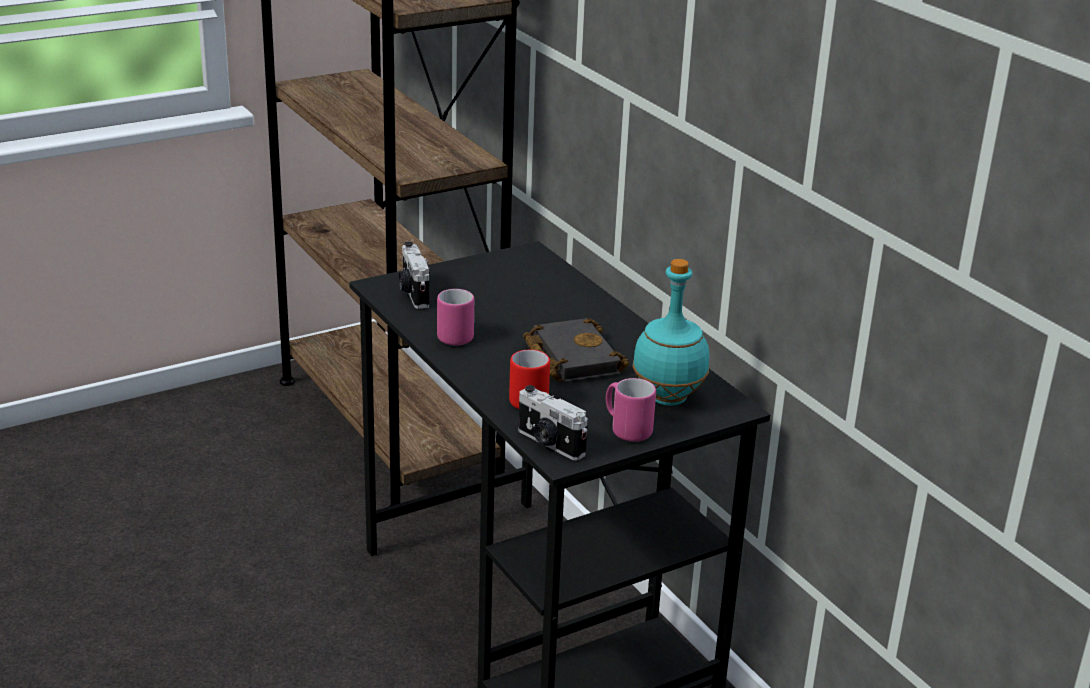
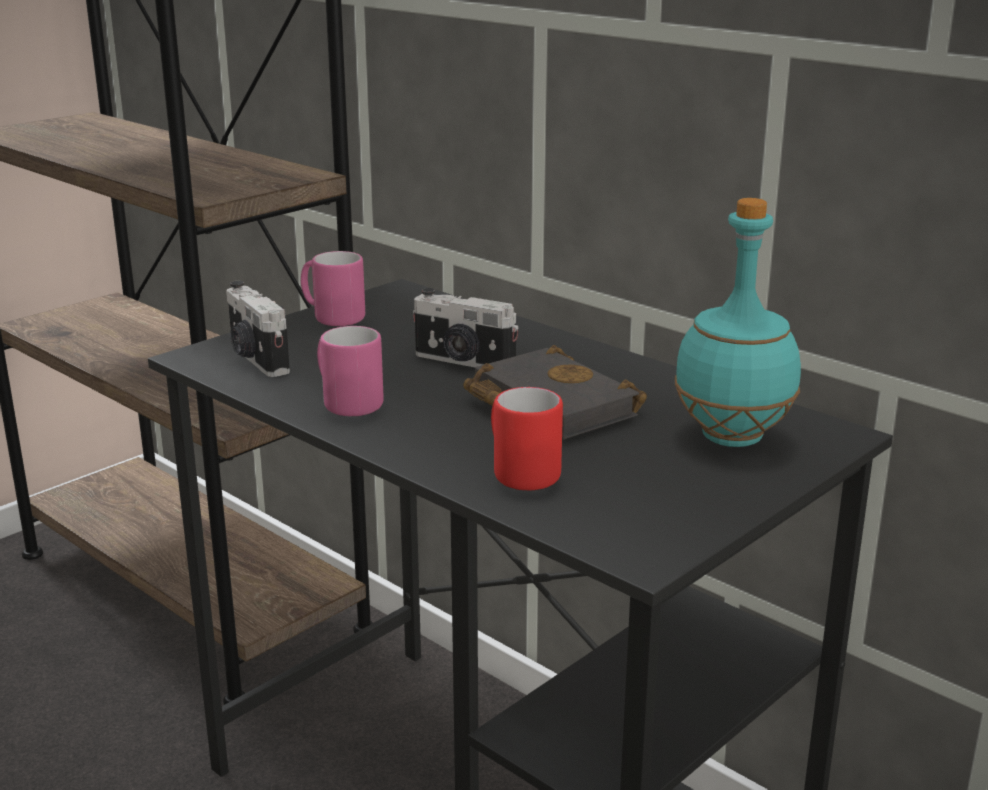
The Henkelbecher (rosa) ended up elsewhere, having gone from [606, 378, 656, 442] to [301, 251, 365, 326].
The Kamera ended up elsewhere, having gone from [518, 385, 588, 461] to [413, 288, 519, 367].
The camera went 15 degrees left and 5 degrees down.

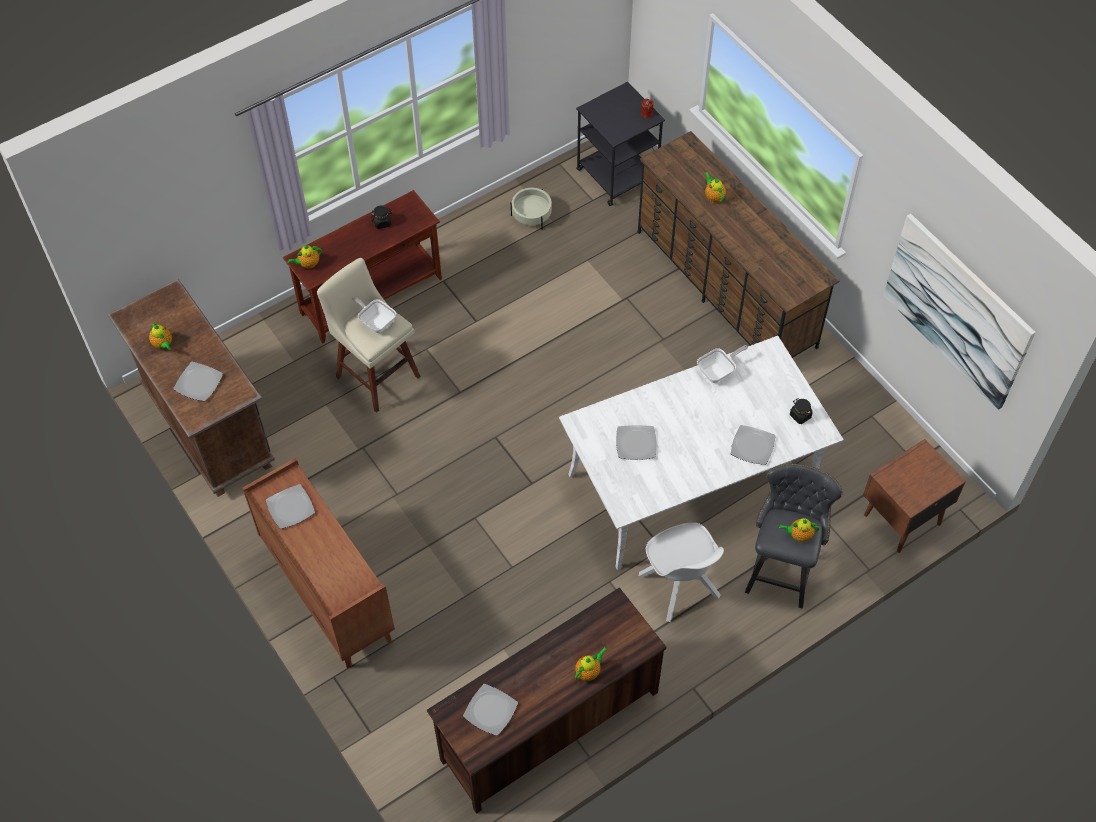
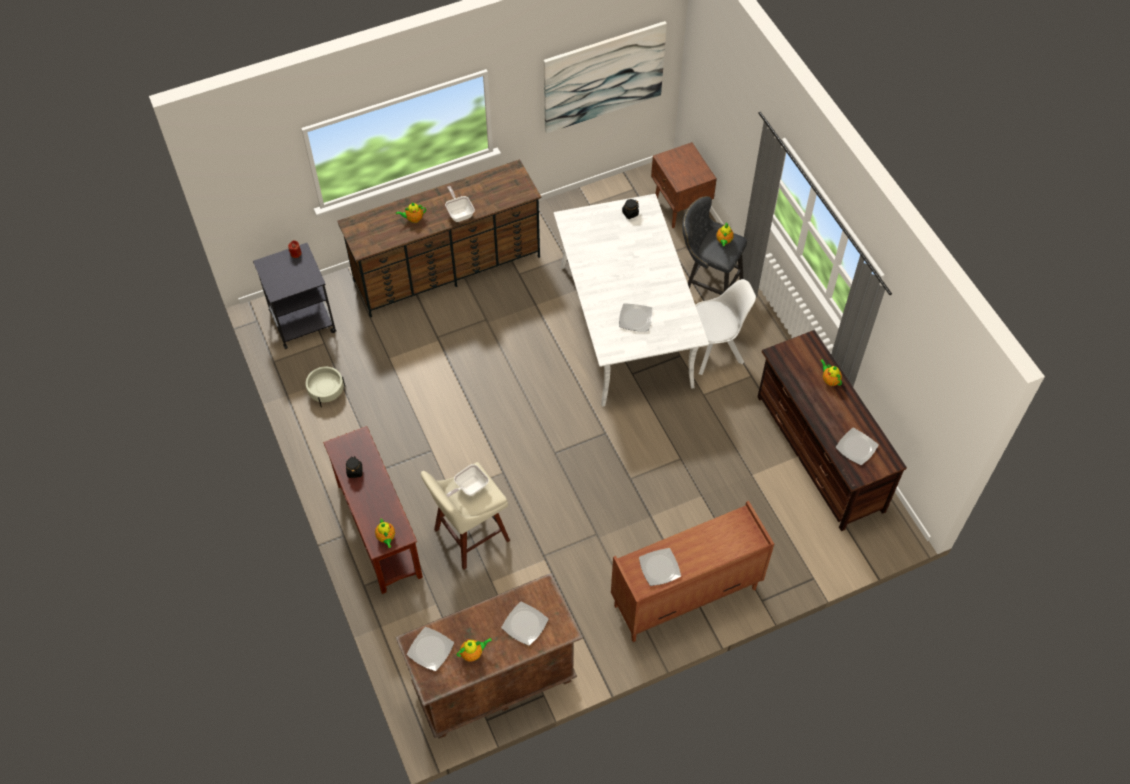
The Pfanne ended up elsewhere, having gone from [697, 345, 748, 383] to [445, 186, 475, 222].
The Teller ended up elsewhere, having gone from [731, 425, 776, 465] to [407, 627, 454, 671].
The camera went 80 degrees left and 0 degrees up.

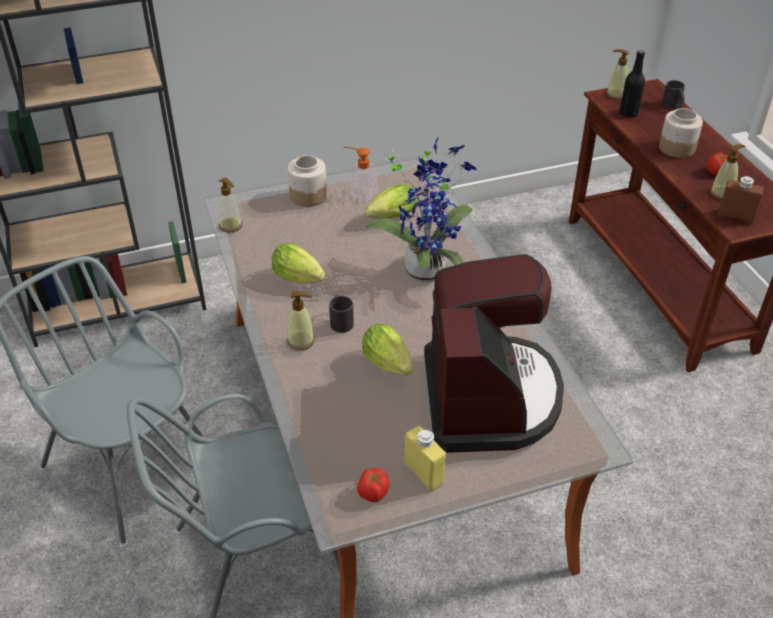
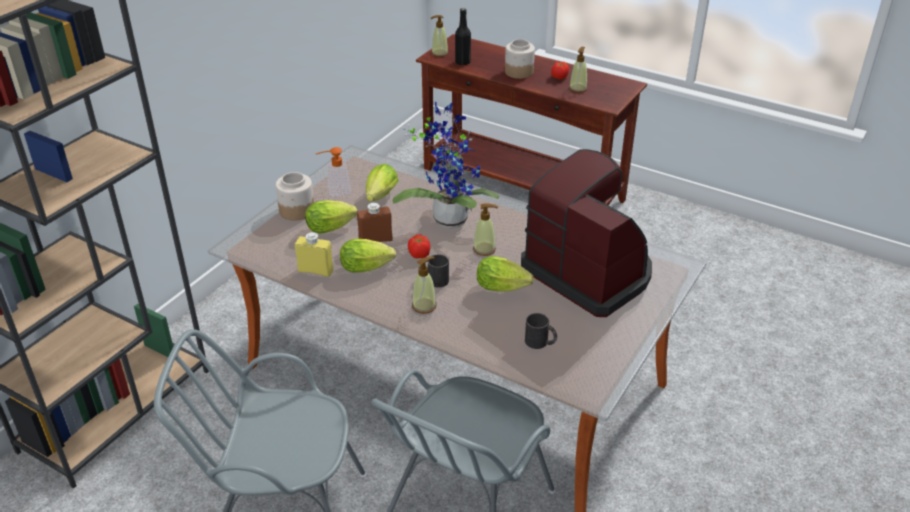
The Henkelbecher (schwarz) ended up elsewhere, having gone from [662, 80, 685, 109] to [525, 313, 557, 349].
The Flasche (braun) ended up elsewhere, having gone from [718, 176, 764, 224] to [357, 202, 393, 242].
The Seifenspender ended up elsewhere, having gone from [218, 178, 243, 232] to [473, 203, 498, 256].
The Flasche (gelb) ended up elsewhere, having gone from [404, 426, 446, 491] to [295, 232, 333, 277].
The Tomate ended up elsewhere, having gone from [357, 468, 389, 502] to [408, 234, 431, 258].
The second view gained the Salatkopf at [305, 200, 358, 233].
The camera went 40 degrees left and 5 degrees down.

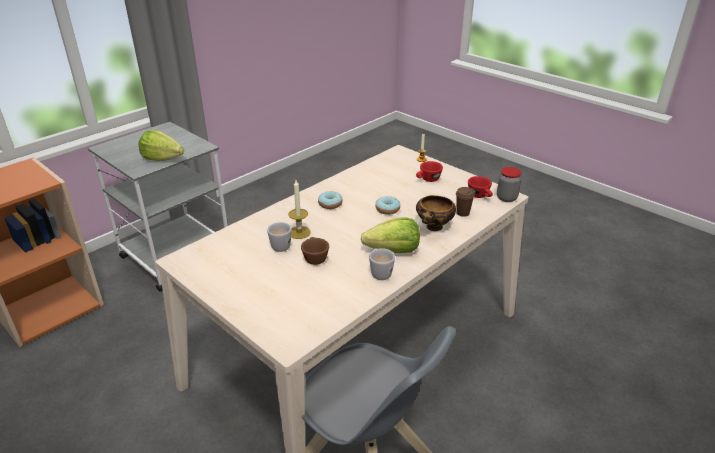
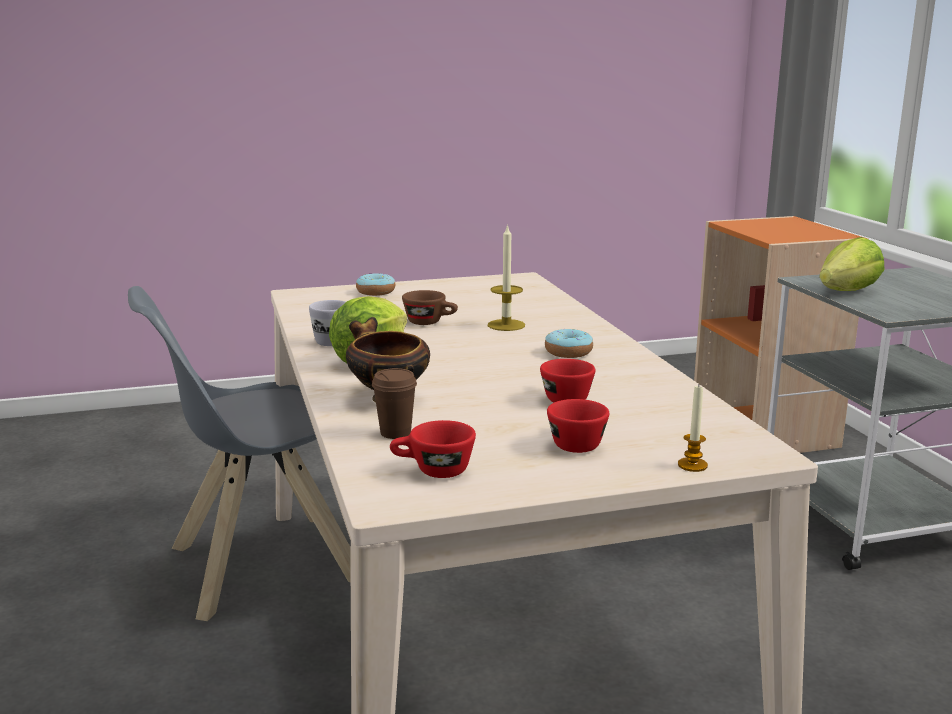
The second view lost the Vorratsglas at [497, 167, 522, 202].
The Donut ended up elsewhere, having gone from [375, 196, 400, 215] to [356, 273, 395, 296].
The second view lost the Henkelbecher (weiß) at [267, 222, 292, 252].
The second view gained the Tasse (rot) at [540, 359, 596, 402].
The camera went 120 degrees right and 15 degrees down.

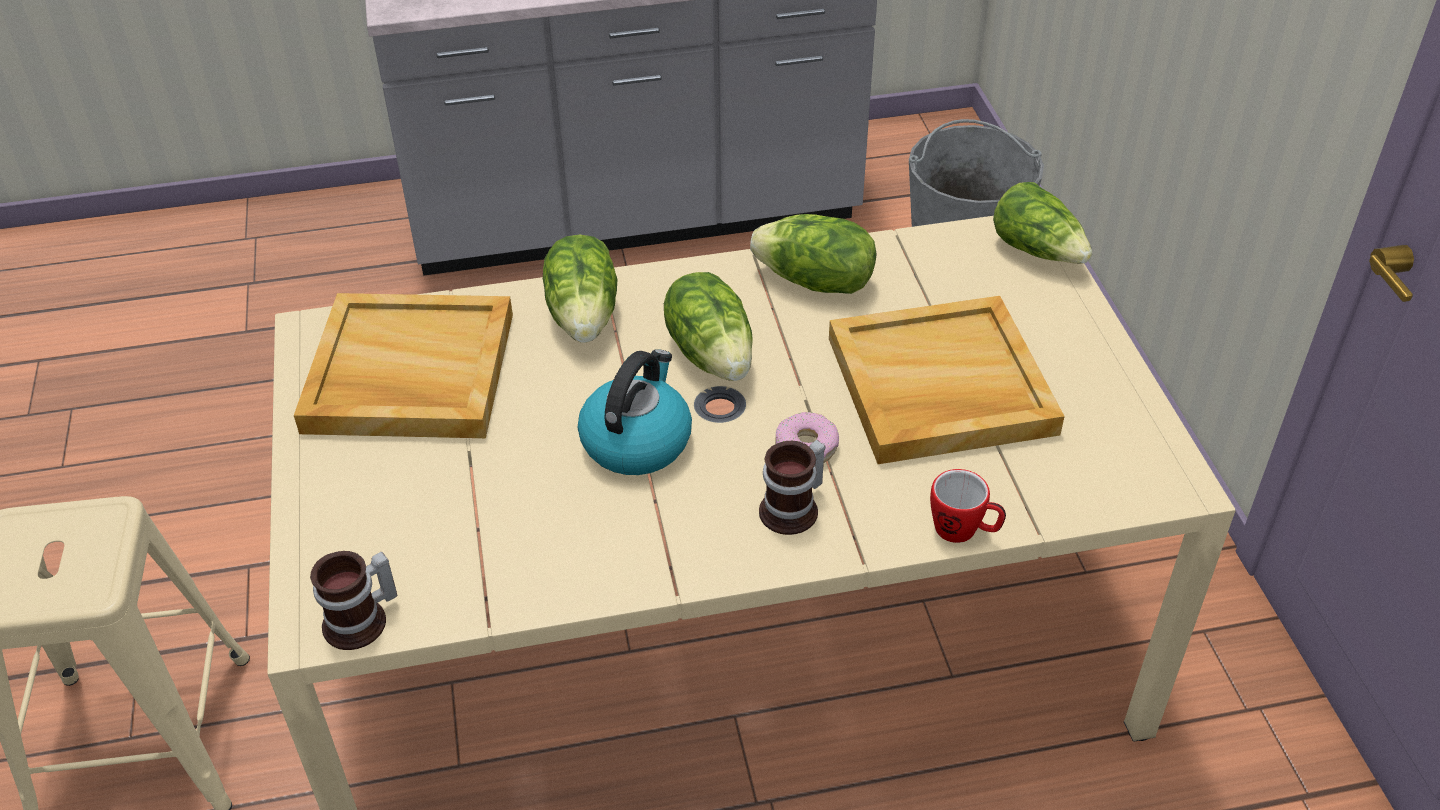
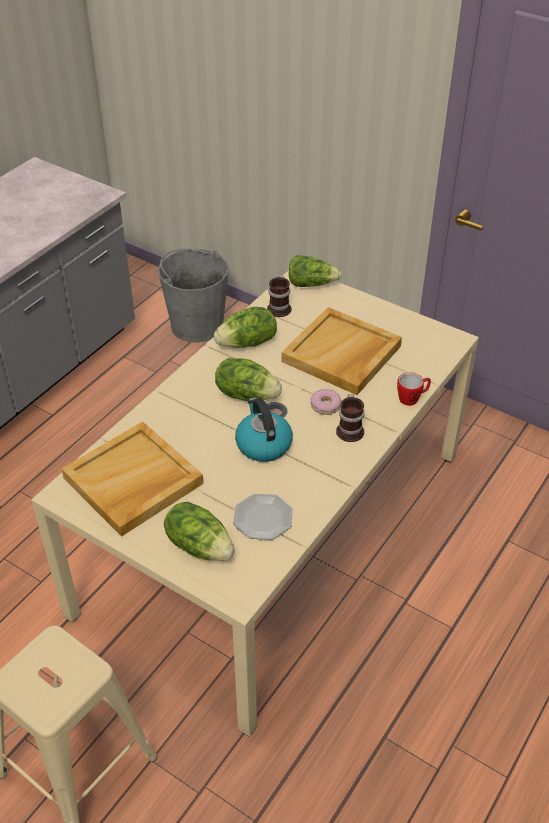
The Salatkopf ended up elsewhere, having gone from [543, 235, 618, 343] to [164, 502, 235, 561].
The Henkelbecher ended up elsewhere, having gone from [310, 551, 397, 650] to [267, 276, 291, 317].
The second view gained the Teller at [233, 494, 293, 540].
The camera went 45 degrees left and 0 degrees up.

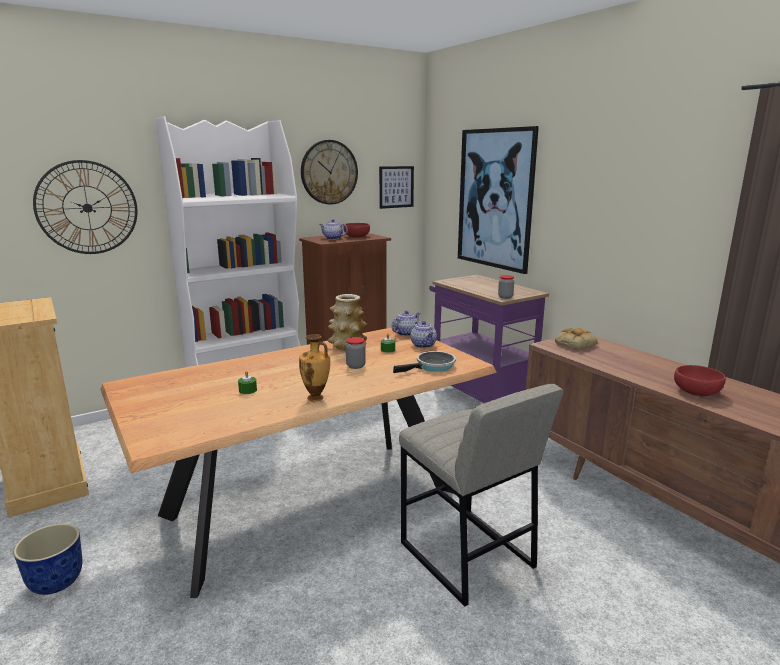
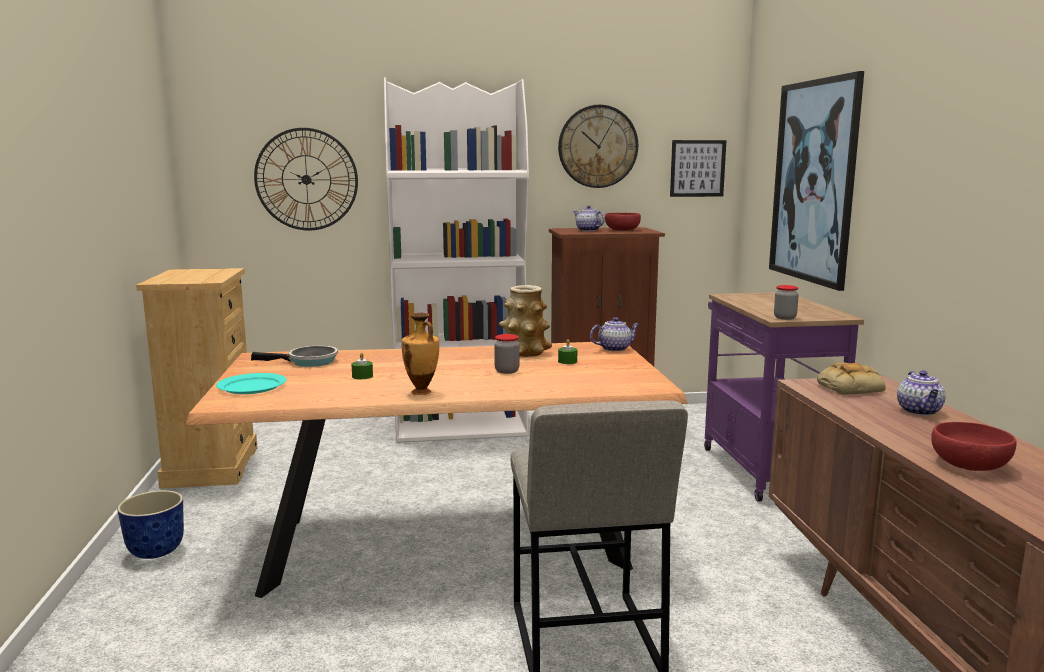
The Teekanne ended up elsewhere, having gone from [410, 321, 437, 348] to [897, 370, 946, 416].
The Pfanne ended up elsewhere, having gone from [393, 351, 456, 373] to [251, 346, 338, 367].
The second view gained the Teller (türkis) at [216, 373, 286, 394].
The camera went 25 degrees right and 5 degrees down.

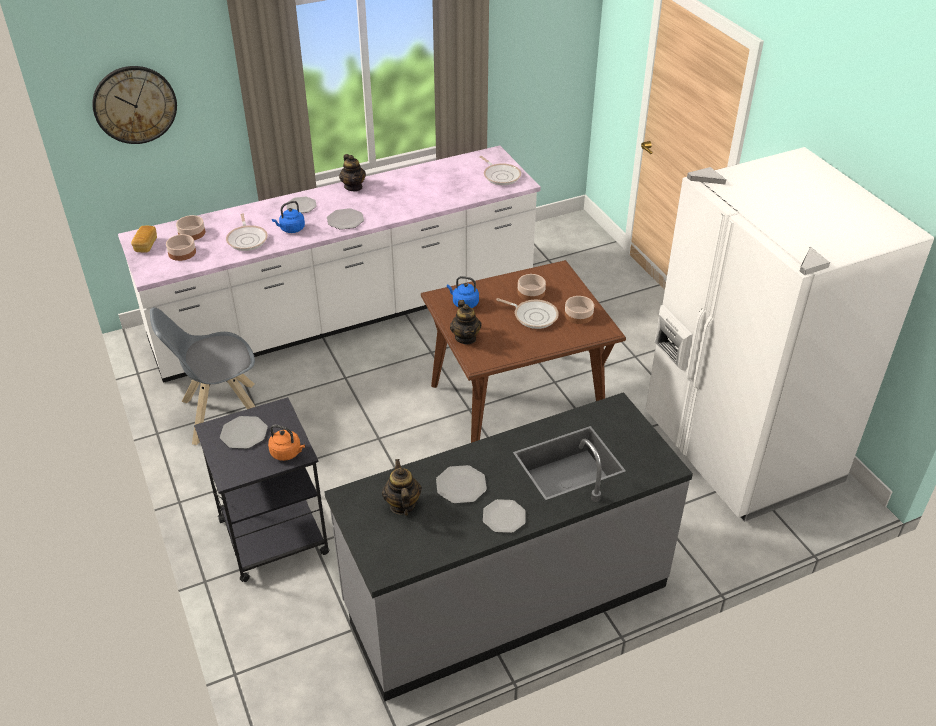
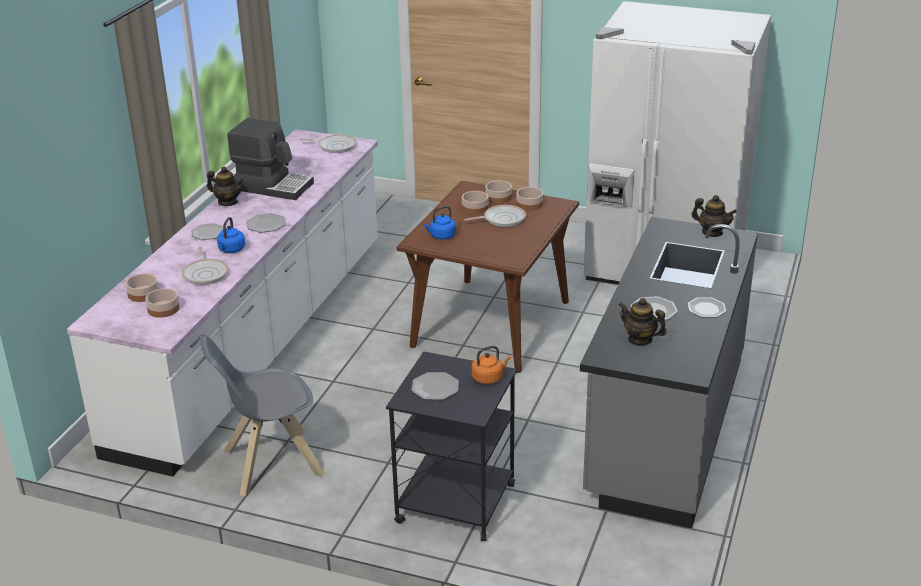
The second view lost the Wanduhr at [92, 66, 177, 144].
The Pfanne at [226, 213, 268, 251] ended up facing another way, 45 degrees clockwise from before.
The second view lost the Brot at [131, 226, 157, 252].
The Teekanne ended up elsewhere, having gone from [450, 300, 482, 344] to [691, 195, 737, 237].
The Stuhl (grau) at [150, 307, 256, 445] ended up facing another way, 45 degrees clockwise from before.
The second view gained the Kaffeemaschine at [227, 118, 314, 200].
The second view gained the Schüssel at [485, 181, 512, 204].
The camera went 45 degrees left and 10 degrees down.

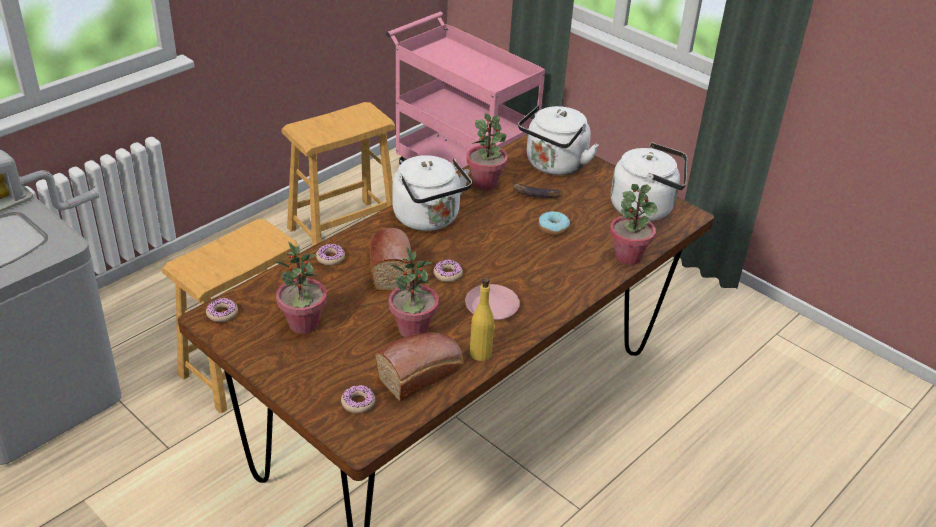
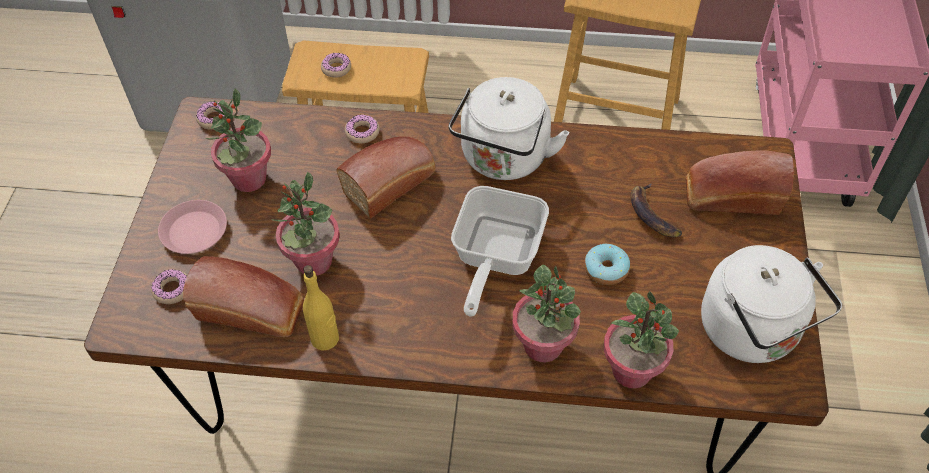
Where the Wasserkessel (weiß) stood at [518, 105, 599, 175], the Brot came to stand at [686, 151, 794, 215].
The Topfpflanze ended up elsewhere, having gone from [466, 113, 508, 190] to [512, 265, 581, 362].
The Donut ended up elsewhere, having gone from [433, 260, 463, 282] to [321, 53, 351, 78].
The Teller (rosa) ended up elsewhere, having gone from [465, 284, 520, 320] to [158, 200, 227, 254].
The second view gained the Pfanne at [451, 186, 549, 317].
The camera went 55 degrees right and 15 degrees up.

